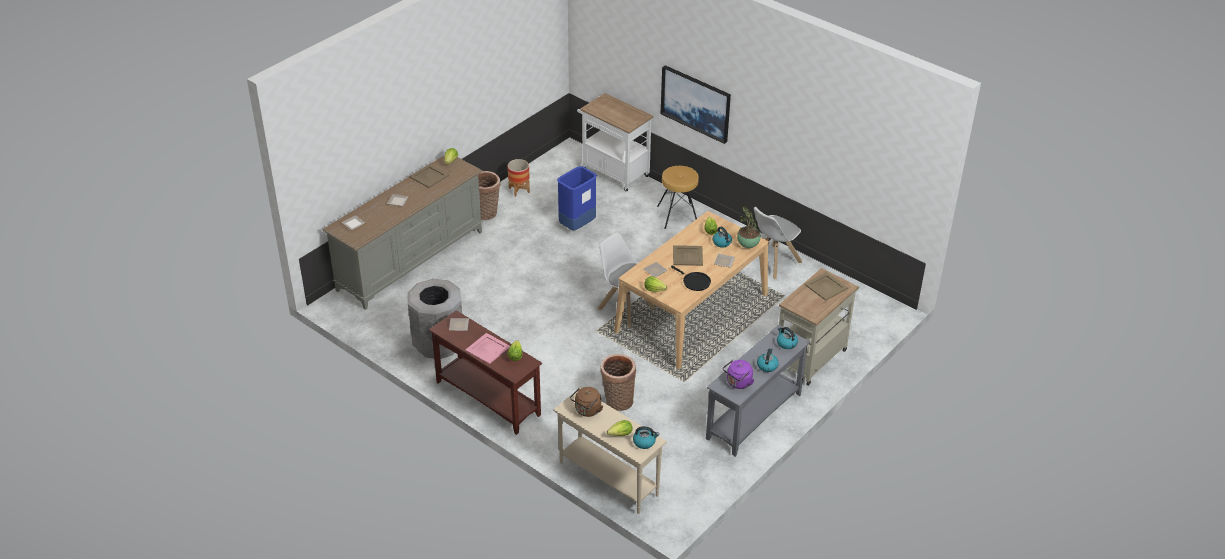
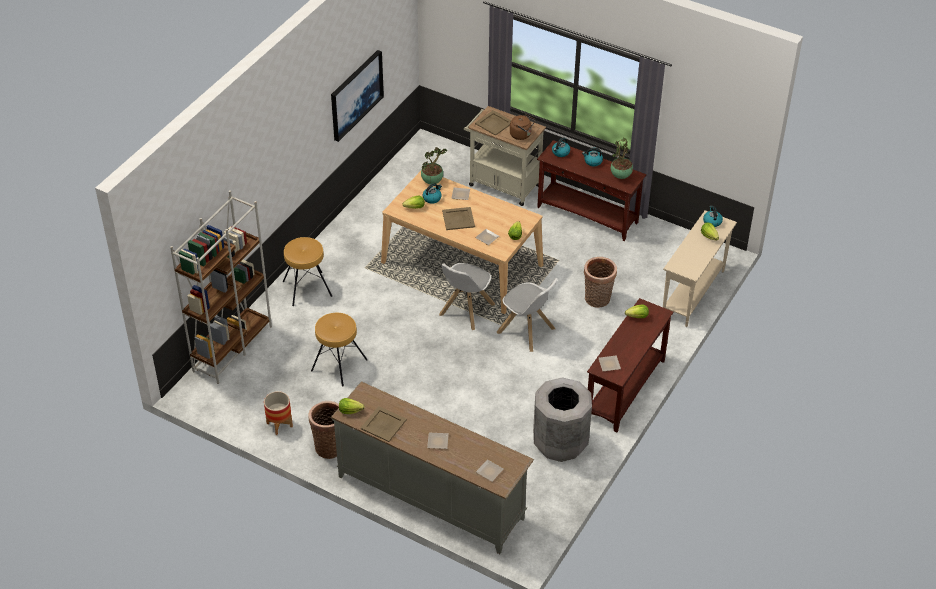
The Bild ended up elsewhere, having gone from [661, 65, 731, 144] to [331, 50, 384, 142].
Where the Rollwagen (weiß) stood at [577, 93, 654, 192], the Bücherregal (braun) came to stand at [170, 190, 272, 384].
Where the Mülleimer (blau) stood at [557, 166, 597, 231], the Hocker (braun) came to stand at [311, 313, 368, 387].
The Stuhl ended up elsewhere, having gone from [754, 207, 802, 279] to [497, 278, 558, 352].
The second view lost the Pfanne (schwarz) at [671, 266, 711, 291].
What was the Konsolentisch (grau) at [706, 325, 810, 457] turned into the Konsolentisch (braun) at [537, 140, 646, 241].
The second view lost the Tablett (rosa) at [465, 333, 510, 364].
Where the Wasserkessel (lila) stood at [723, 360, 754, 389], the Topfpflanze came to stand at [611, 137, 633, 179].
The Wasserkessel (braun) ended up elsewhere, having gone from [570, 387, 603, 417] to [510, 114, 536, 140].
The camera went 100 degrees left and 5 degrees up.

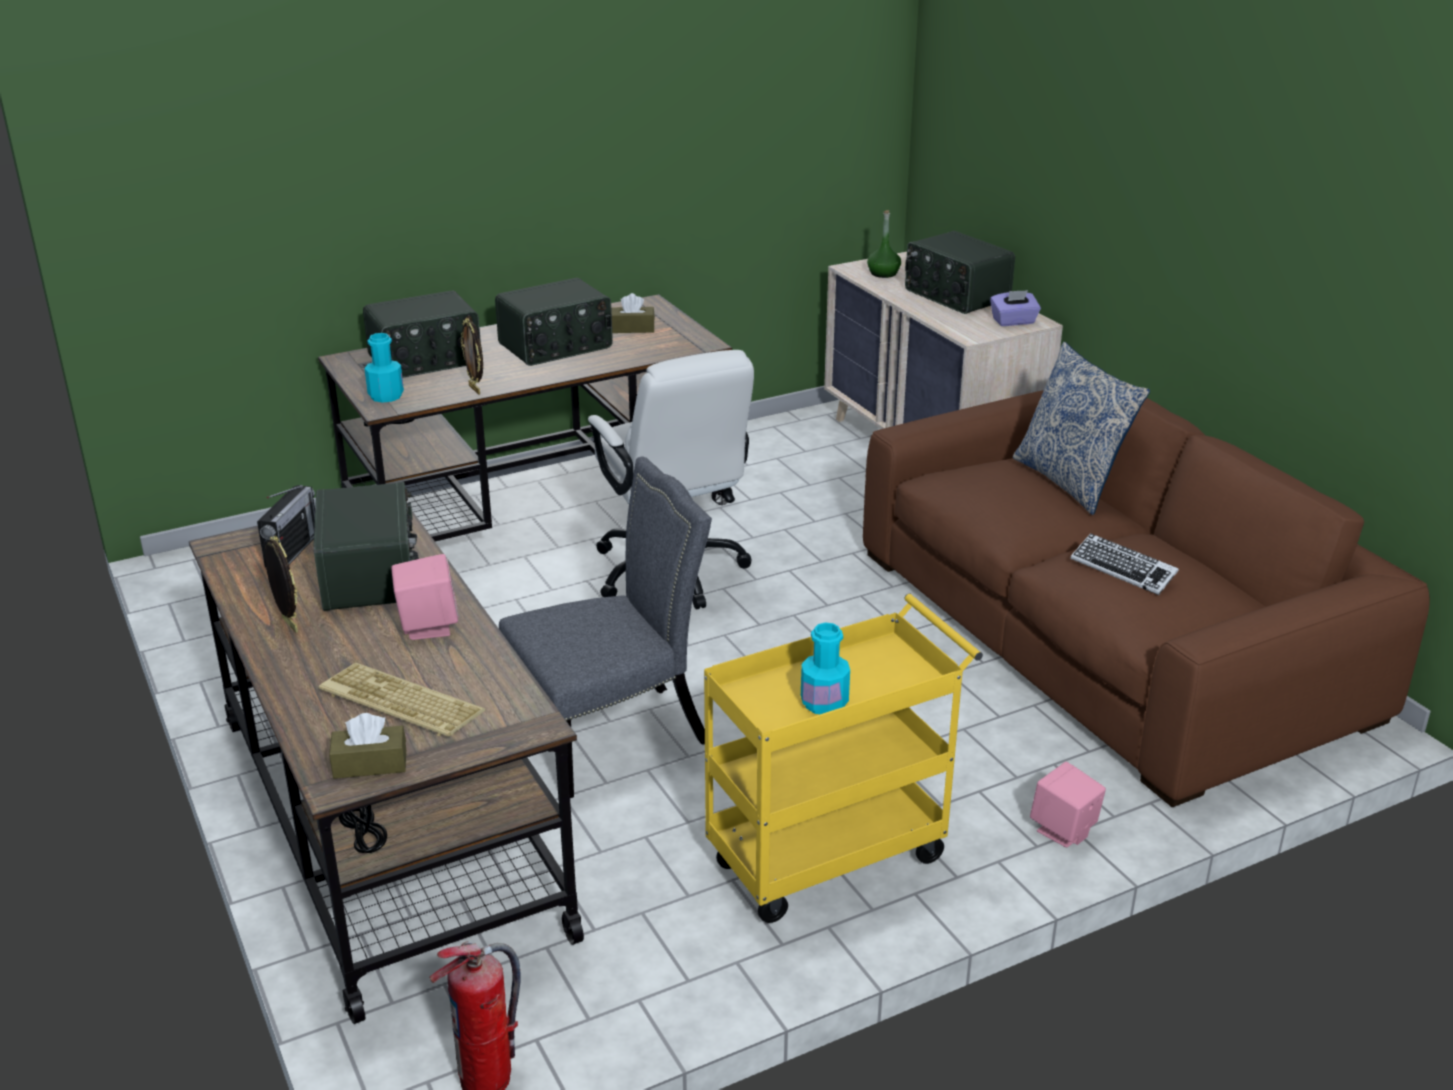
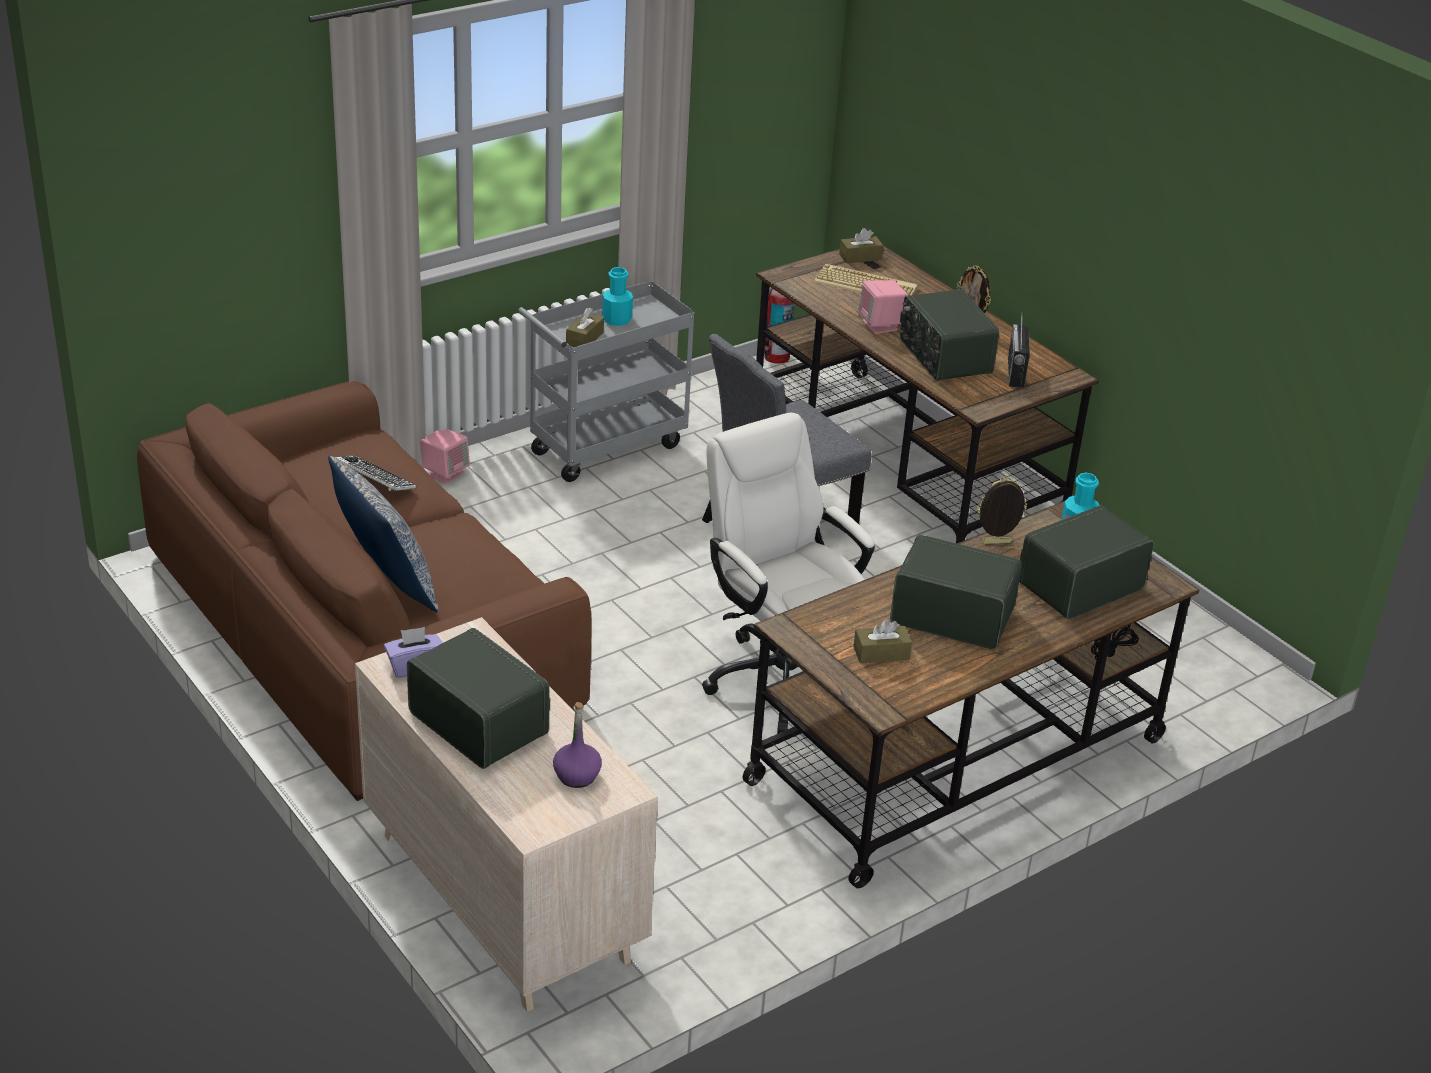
What was the Flasche (grün) at [867, 210, 901, 278] turned into the Flasche (lila) at [553, 702, 602, 788].
The Radio at [495, 278, 613, 366] ended up facing another way, 60 degrees clockwise from before.
The Bilderrahmen at [461, 318, 483, 395] ended up facing another way, 60 degrees counterclockwise from before.
What was the Rollwagen (gelb) at [704, 593, 983, 923] turned into the Rollwagen (grau) at [518, 281, 694, 482].
The second view gained the Taschentuchbox (braun) at [566, 307, 604, 347].
The camera went 170 degrees right and 5 degrees up.

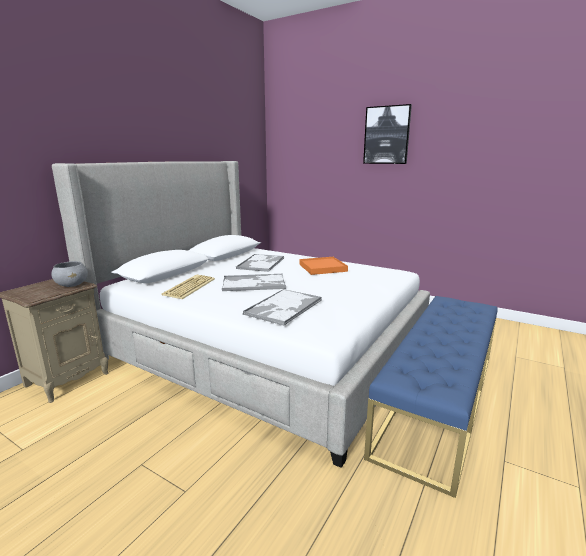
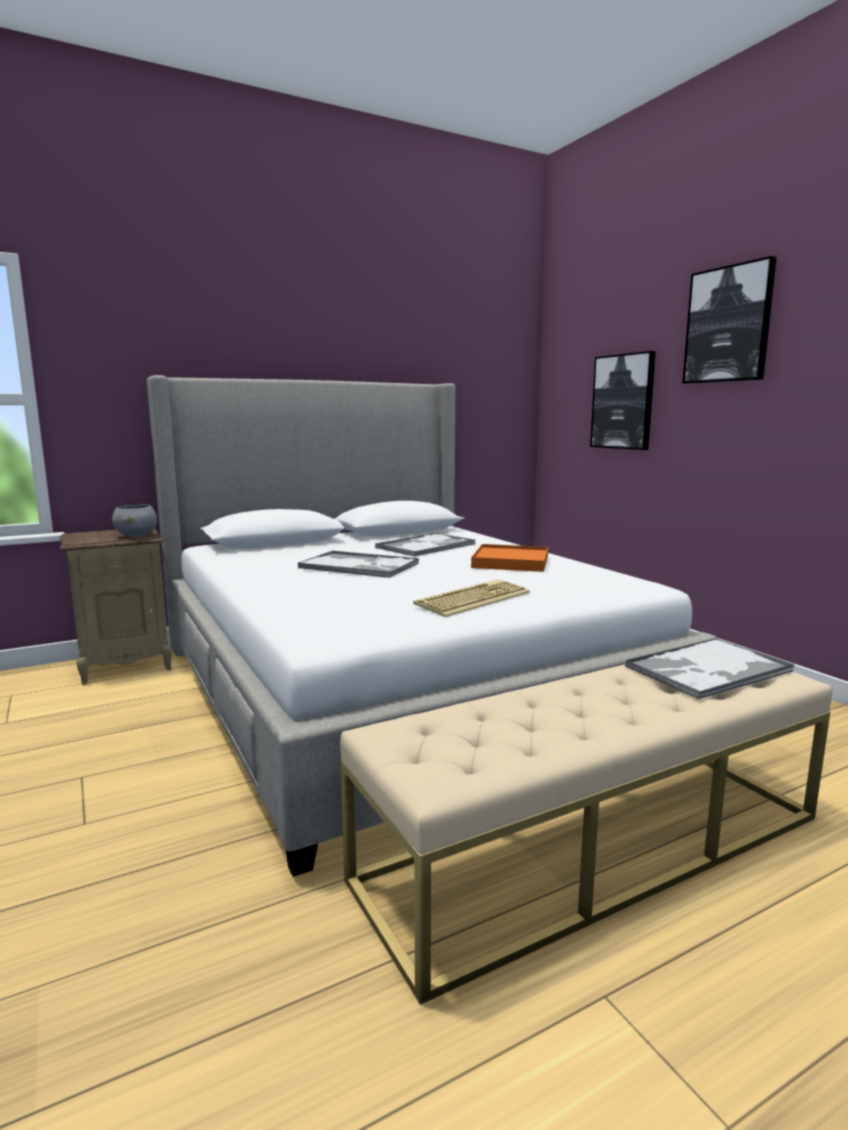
The Tastatur ended up elsewhere, having gone from [161, 275, 215, 299] to [413, 579, 530, 617].
The Tablett ended up elsewhere, having gone from [243, 289, 322, 326] to [625, 638, 795, 700].
What was the Bank (blau) at [364, 296, 498, 498] turned into the Bank (beige) at [340, 664, 833, 1005].
The second view gained the Bild at [590, 351, 655, 450].
The camera went 30 degrees right and 5 degrees down.

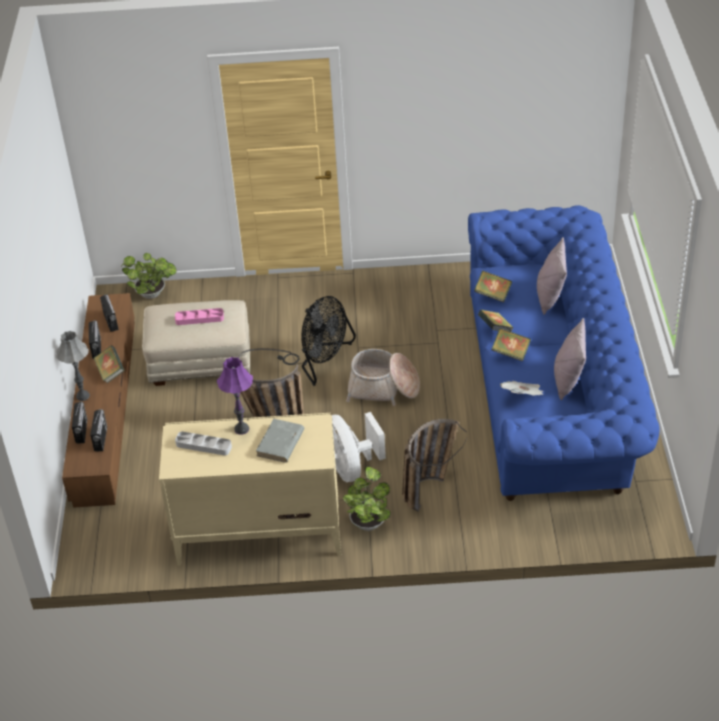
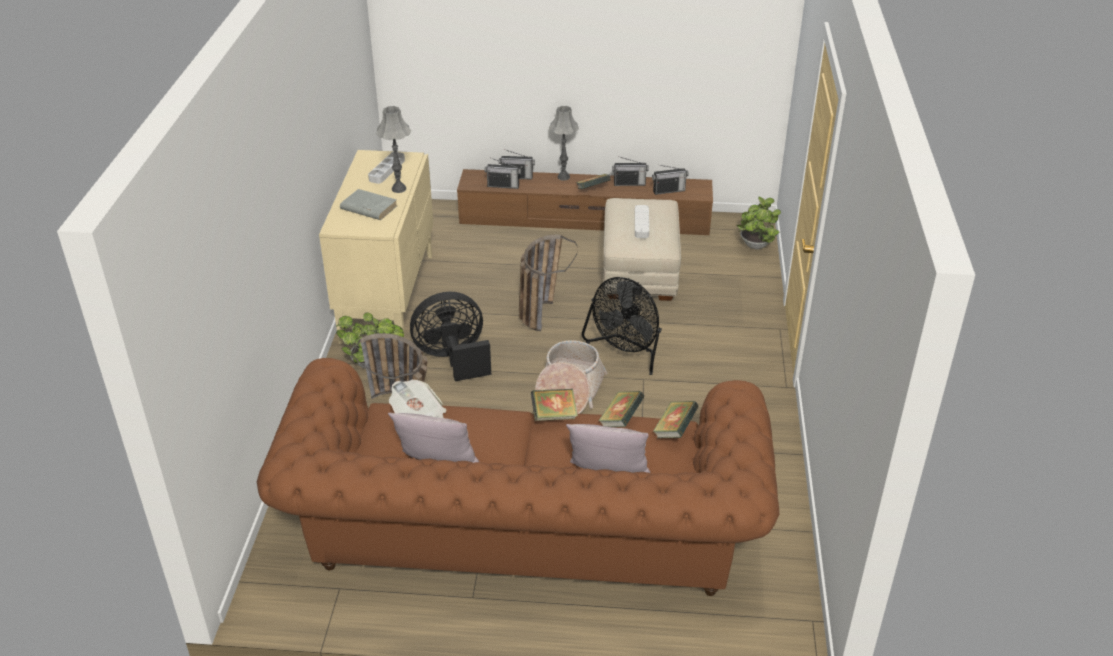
What was the Sofa (blau) at [468, 205, 660, 501] turned into the Sofa (braun) at [257, 358, 779, 596].
What was the Tablett (rosa) at [175, 308, 224, 325] turned into the Tablett (grau) at [635, 205, 649, 238].
The Buch ended up elsewhere, having gone from [492, 328, 531, 362] to [653, 401, 699, 438].
What was the Tischlampe (lila) at [217, 357, 253, 435] turned into the Tischlampe (grau) at [376, 106, 411, 193].
What was the Ventilator (weiß) at [331, 412, 386, 482] turned into the Ventilator (schwarz) at [410, 292, 491, 381].
The camera went 95 degrees right and 5 degrees down.

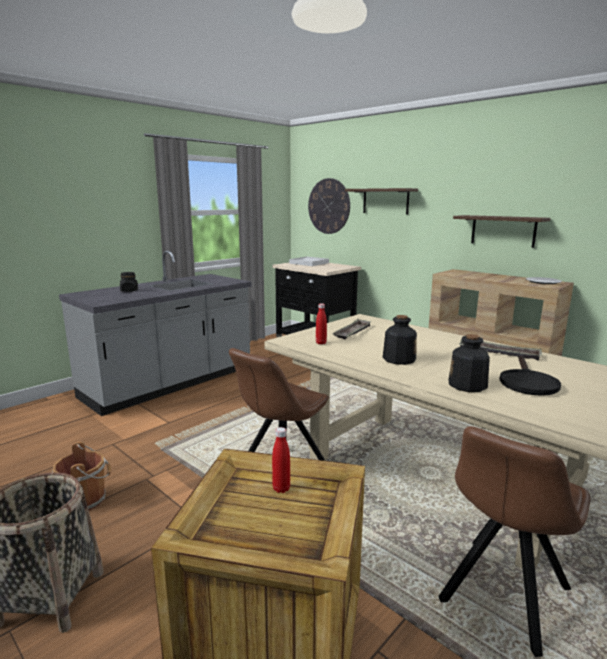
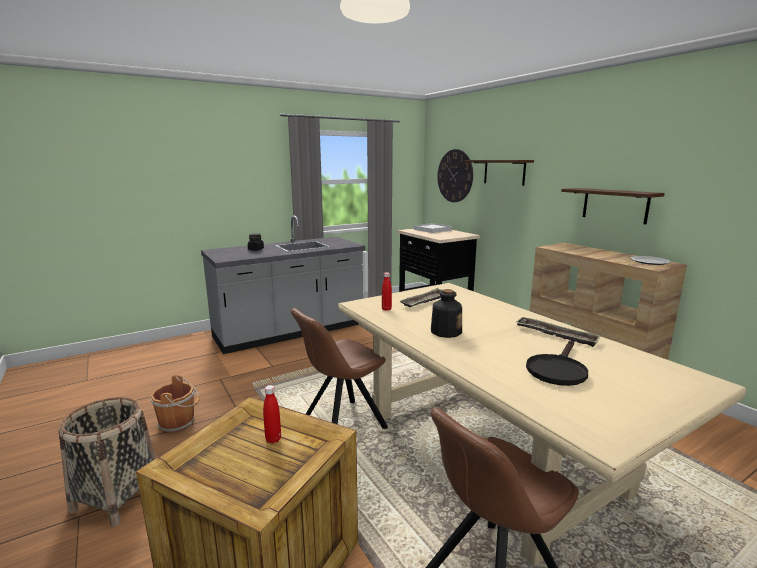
The second view lost the Flasche at [448, 334, 490, 392].
The camera went 15 degrees right and 0 degrees up.

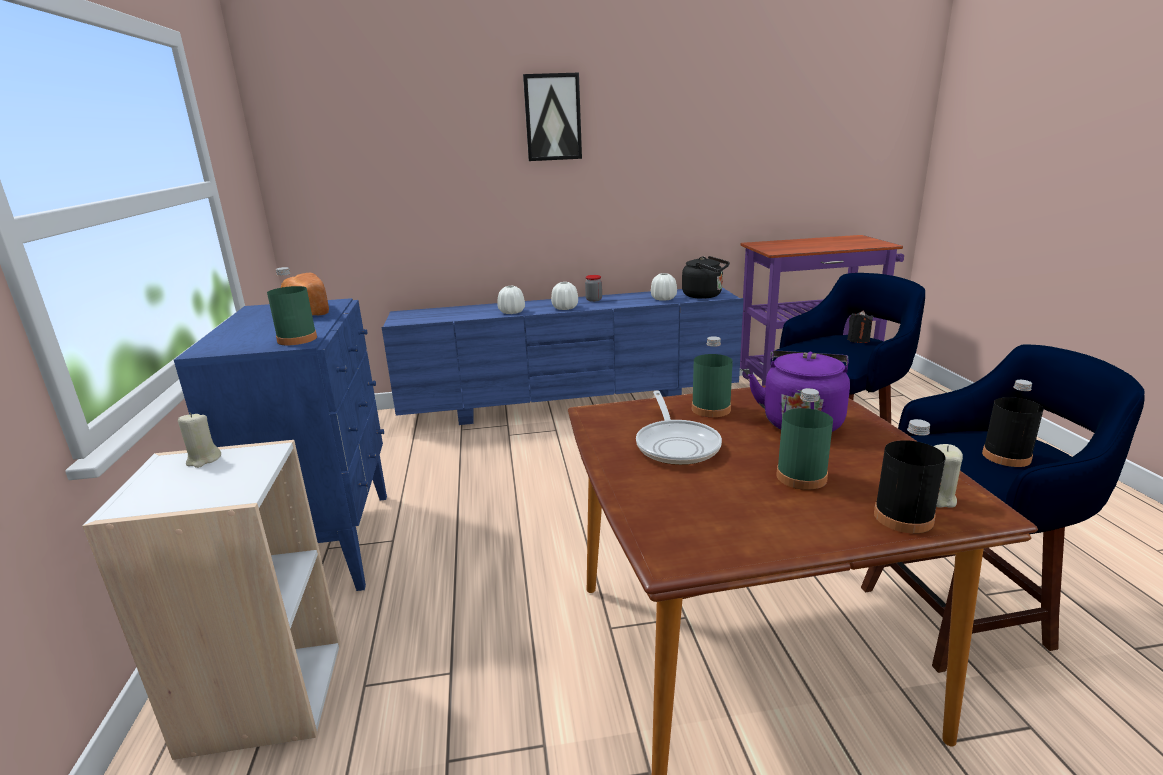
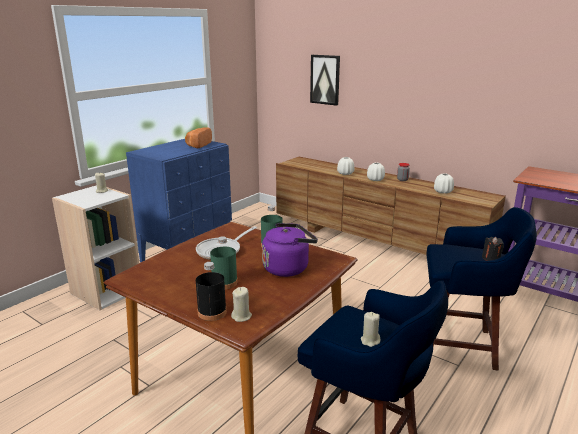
The Bild ended up elsewhere, having gone from [523, 72, 582, 161] to [310, 55, 340, 106].
The second view lost the Wasserkessel (schwarz) at [682, 256, 730, 299].
The second view lost the Flasche (grün) at [267, 267, 317, 345].
What was the Schrank (blau) at [382, 287, 744, 425] turned into the Schrank (braun) at [276, 157, 506, 255].
Where the Flasche (schwarz) stood at [982, 380, 1044, 467], the Kerze (beige) came to stand at [361, 312, 380, 347].
The camera went 45 degrees right and 0 degrees up.

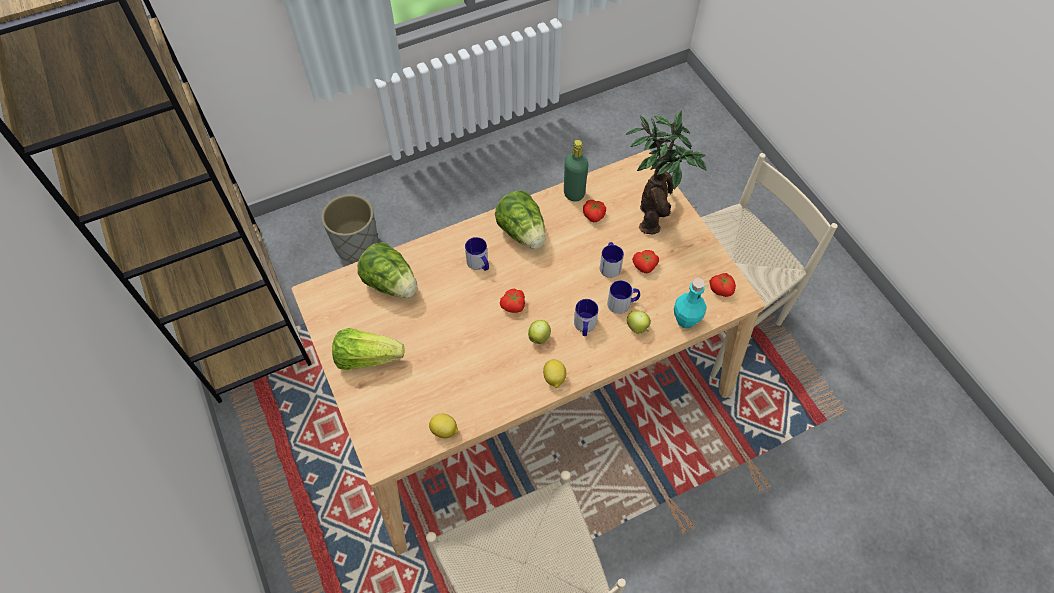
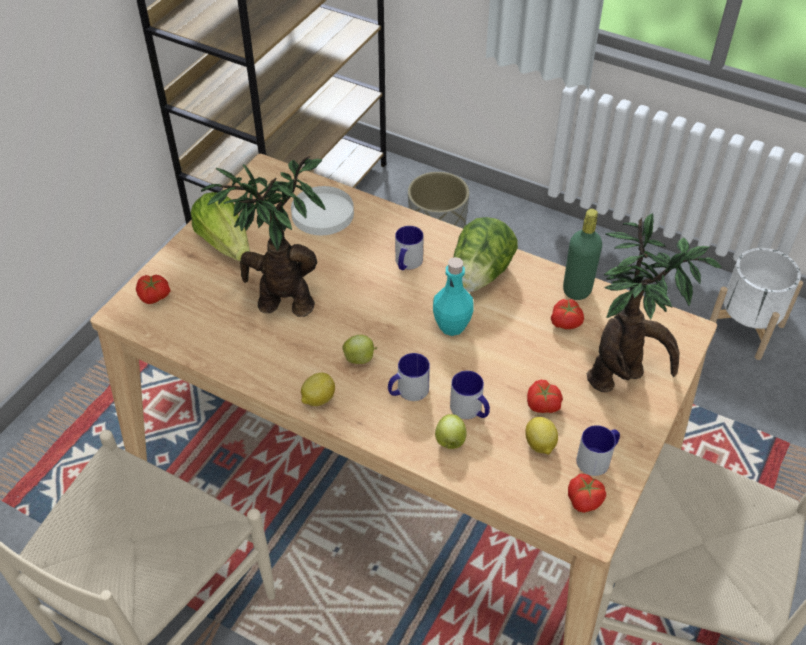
Where the Salatkopf stood at [358, 242, 417, 298], the Teller (weiß) came to stand at [291, 186, 354, 235].
The Henkelbecher ended up elsewhere, having gone from [600, 242, 624, 278] to [576, 425, 620, 476].
The Flasche (türkis) ended up elsewhere, having gone from [674, 278, 707, 328] to [433, 257, 473, 336].
The Tomate ended up elsewhere, having gone from [500, 289, 525, 313] to [136, 275, 170, 304].
The Zitrone ended up elsewhere, having gone from [429, 414, 458, 438] to [525, 417, 558, 455].
The second view gained the Topfpflanze at [201, 156, 326, 317].
The second view gained the Pflanzkübel (weiß) at [710, 248, 803, 360].
The camera went 55 degrees right and 10 degrees down.

